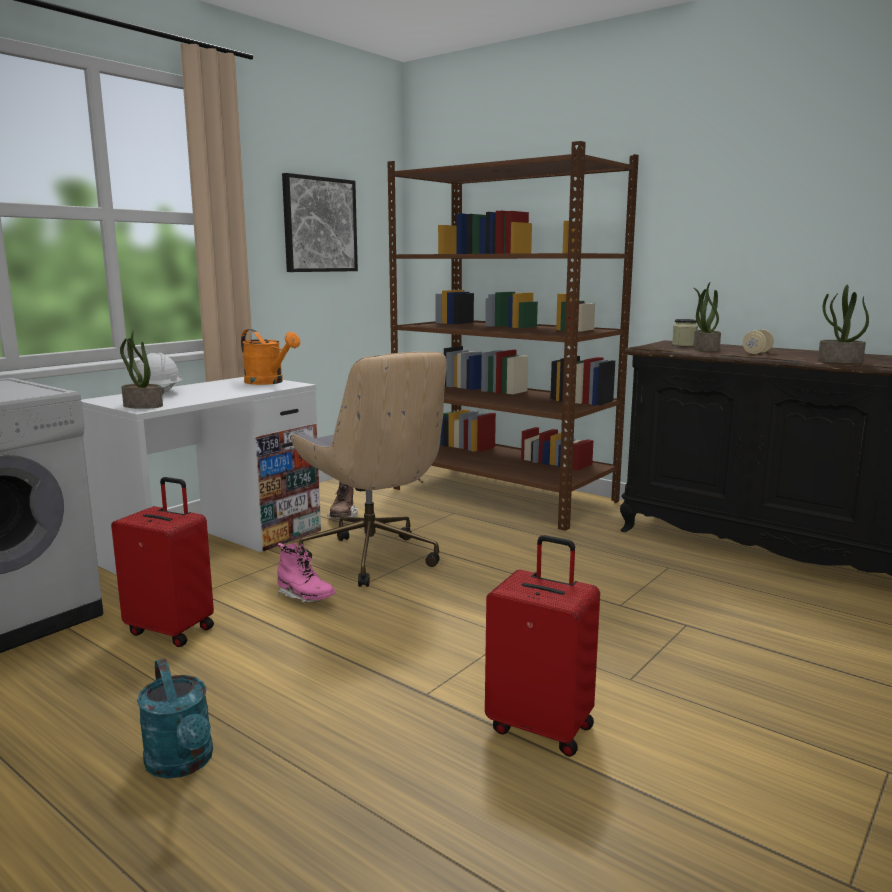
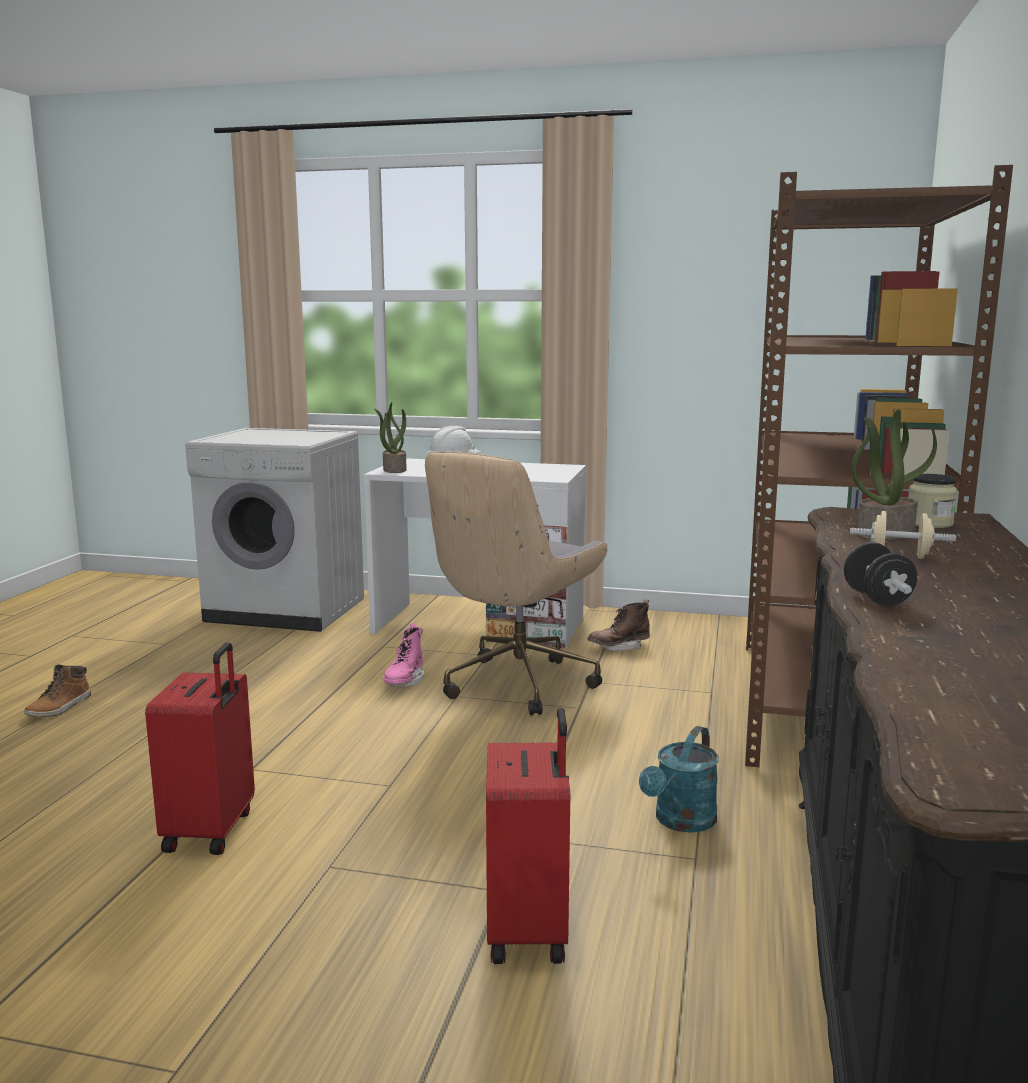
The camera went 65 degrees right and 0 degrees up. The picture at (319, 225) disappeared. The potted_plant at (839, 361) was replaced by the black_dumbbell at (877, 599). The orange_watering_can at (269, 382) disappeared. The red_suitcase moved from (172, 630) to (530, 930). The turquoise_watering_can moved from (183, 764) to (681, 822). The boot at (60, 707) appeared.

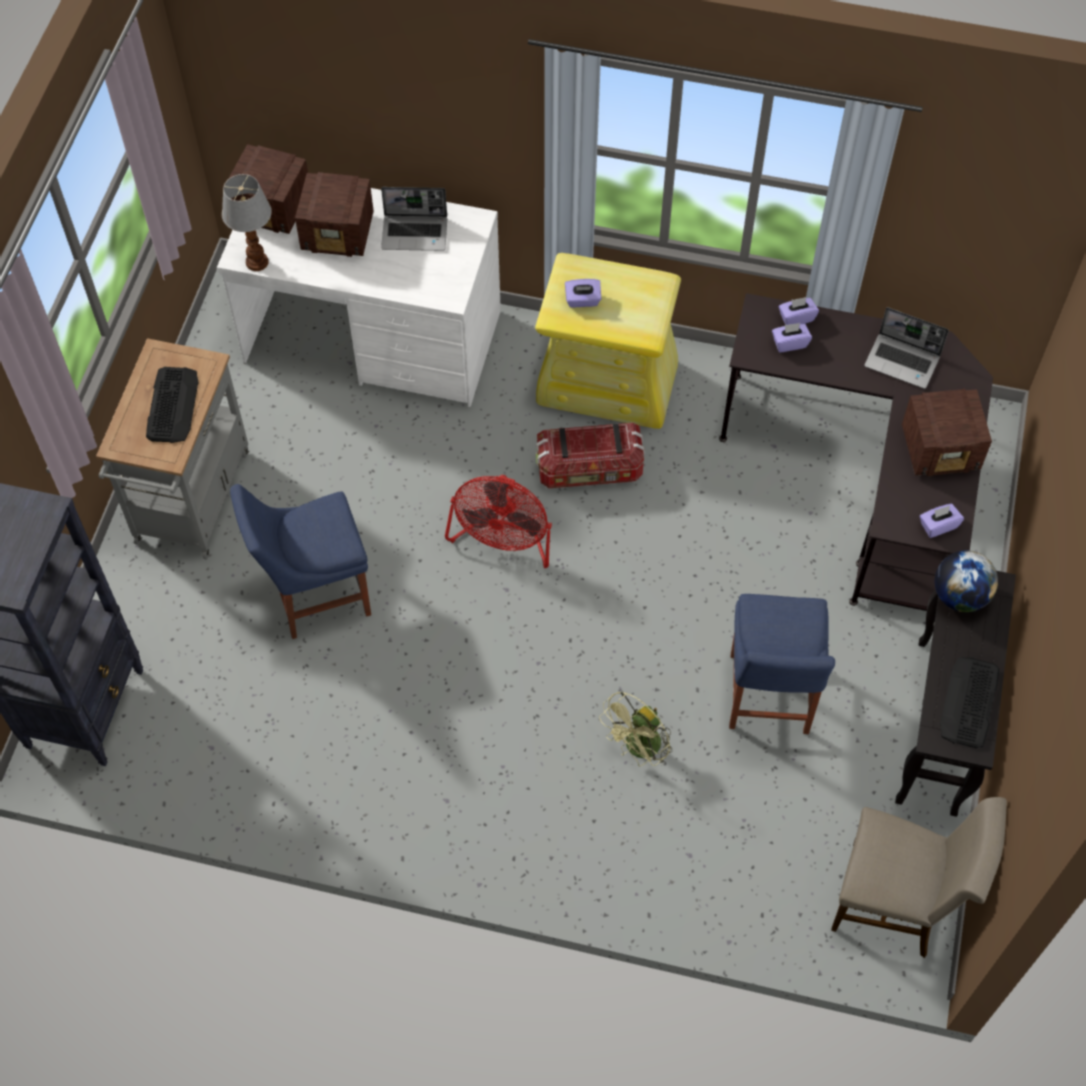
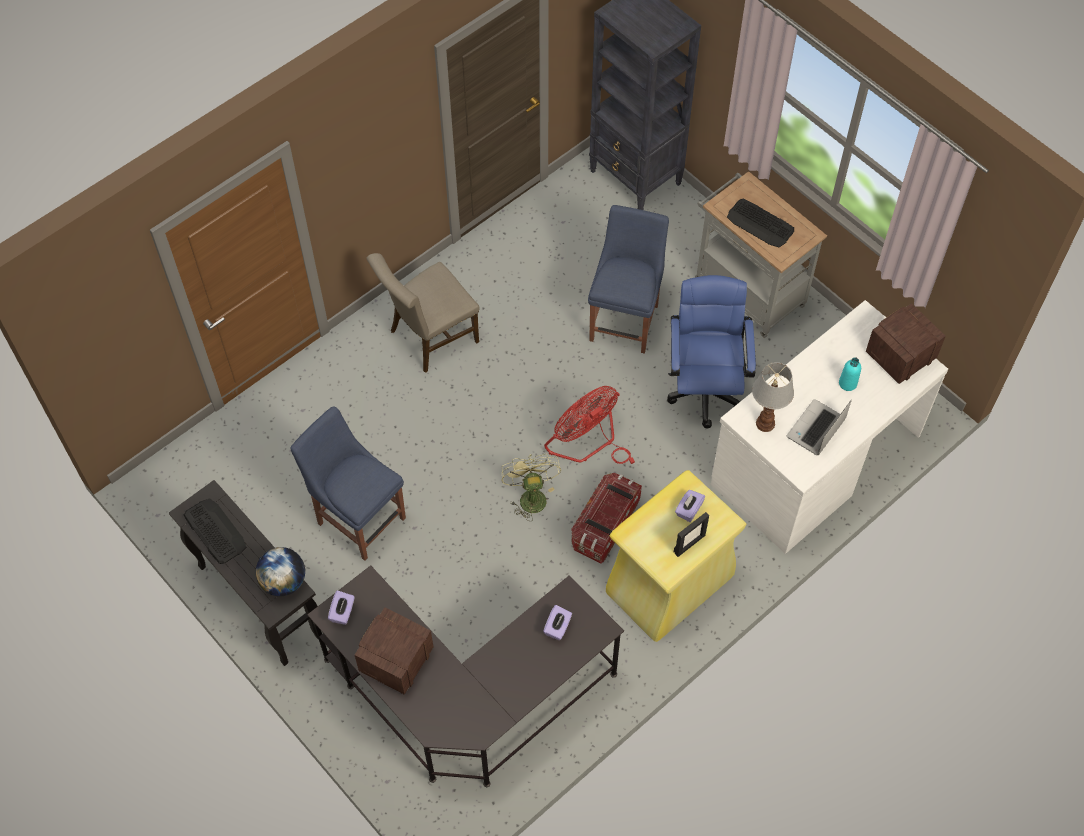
The camera went 125 degrees right and 0 degrees up. The radio at (339, 234) was replaced by the turquoise_bottle at (847, 383). The table_lamp moved from (258, 262) to (765, 424). The purple_tissue_box at (796, 318) disappeared. The laptop at (903, 361) disappeared. The green_fan moved from (638, 749) to (530, 496). The beige_chair moved from (897, 902) to (429, 338). The blue_office_chair at (703, 391) appeared. The picture_frame at (689, 544) appeared.

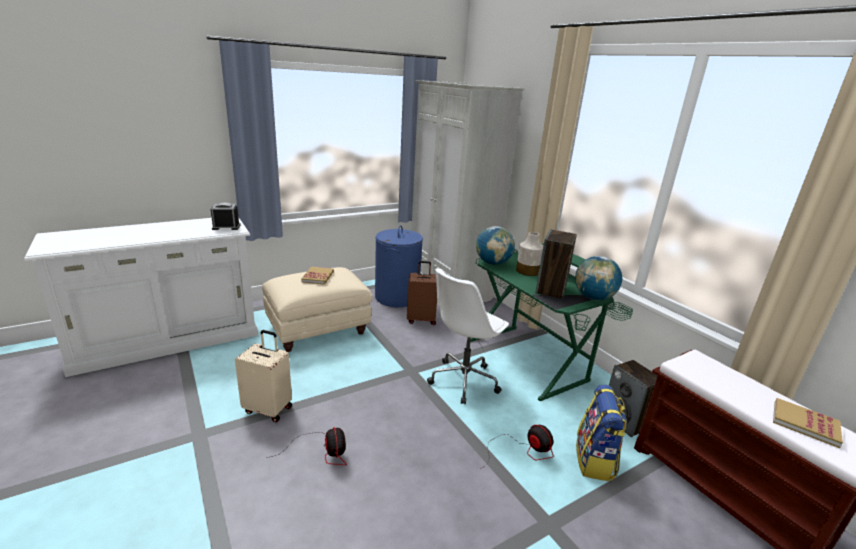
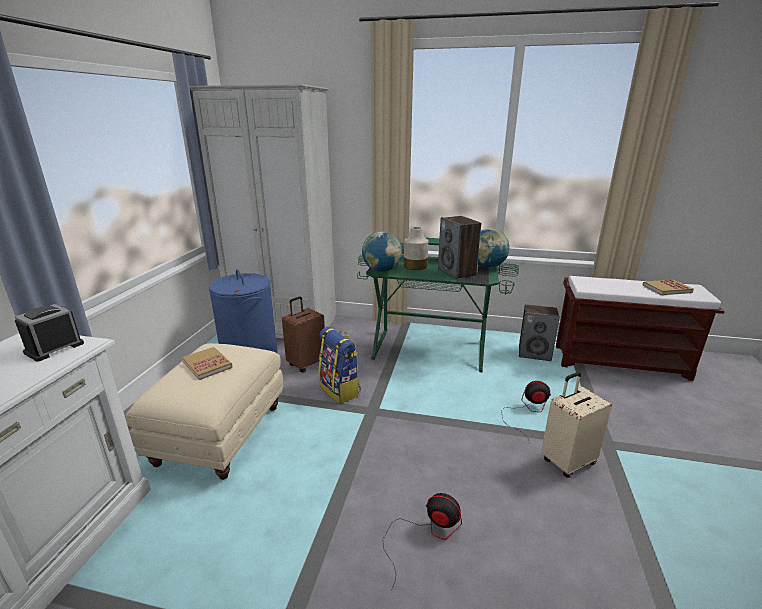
The camera went 45 degrees left and 0 degrees up. The white_office_chair at (462, 382) disappeared. The beige_suitcase moved from (268, 409) to (567, 461). The backpack moved from (595, 460) to (340, 390).

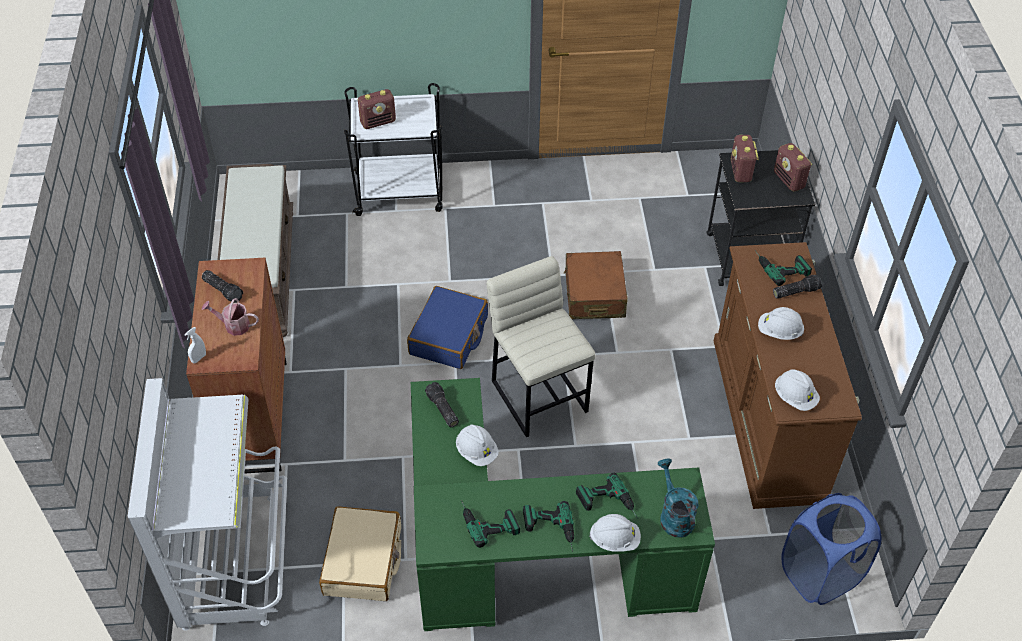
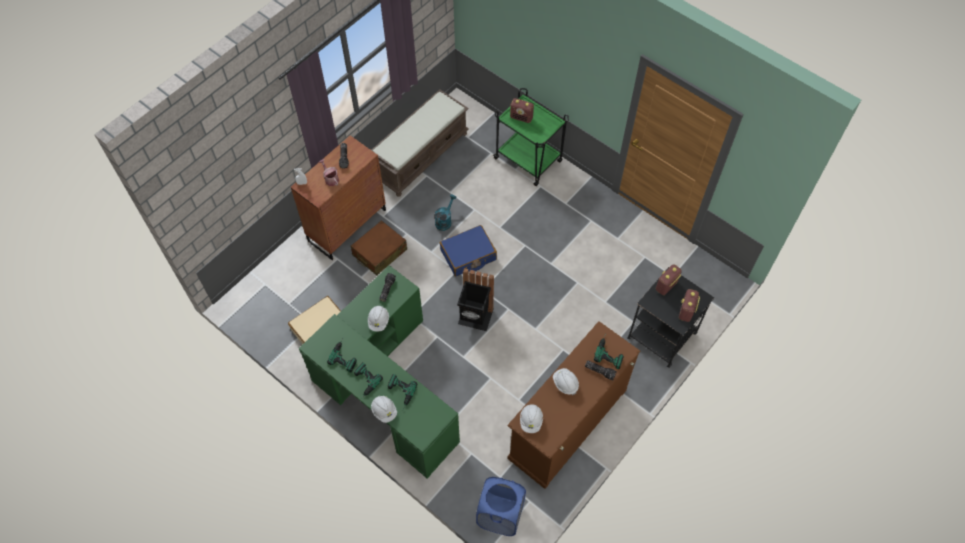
The camera went 45 degrees right and 10 degrees up. The white_cart at (400, 191) became the green_cart at (528, 160). The brown_suitcase moved from (594, 295) to (379, 252). The beige_chair at (538, 394) was replaced by the black_trash_can at (475, 318). The white_shoe_rack at (236, 560) disappeared. The turquoise_watering_can moved from (674, 515) to (444, 220).

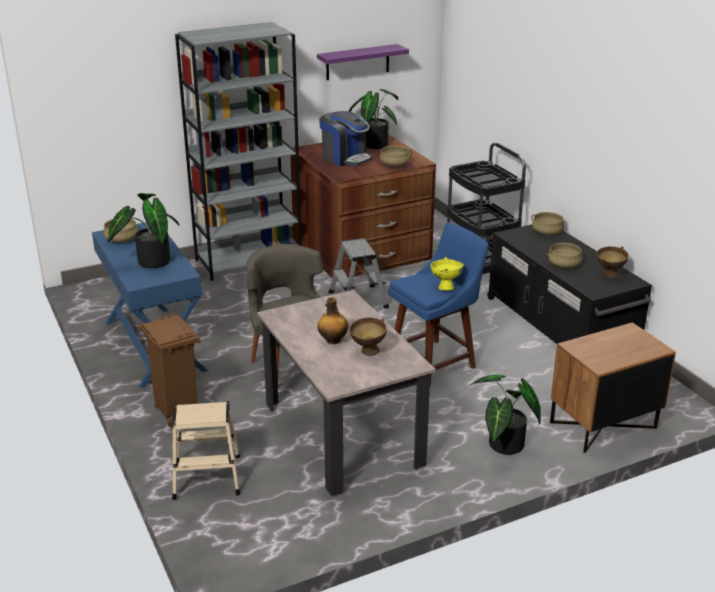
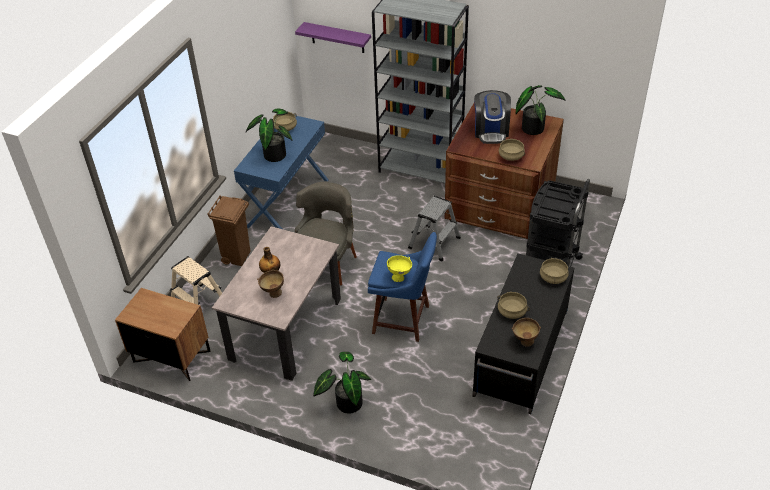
The camera went 50 degrees right and 15 degrees up. The purple_shelf moved from (357, 62) to (337, 38). The brown_nightstand moved from (603, 426) to (171, 357).

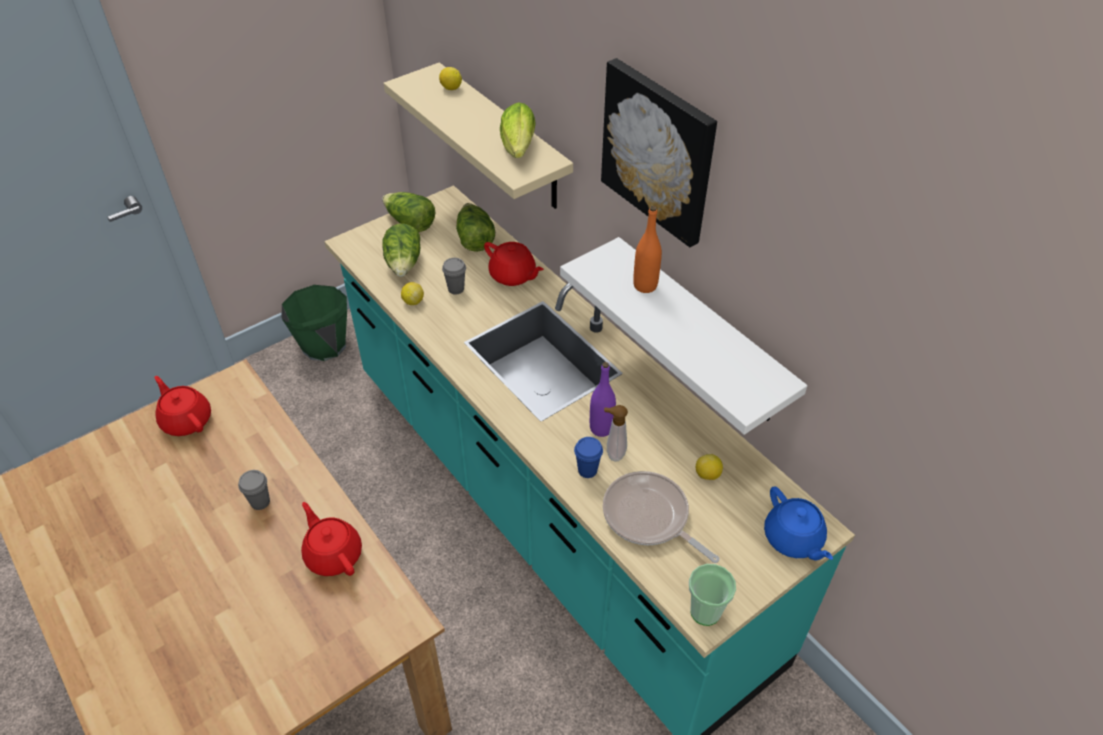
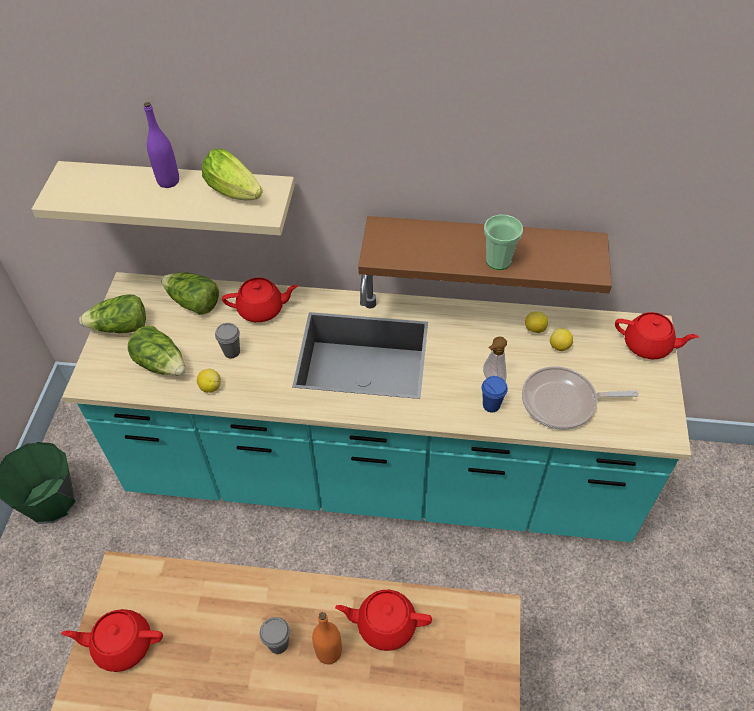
The camera went 45 degrees left and 5 degrees up. The picture at (659, 151) disappeared. The lemon moved from (451, 88) to (534, 329). The orange_bottle moved from (645, 285) to (329, 652). The white_shelf at (701, 332) became the brown_shelf at (482, 249). The purple_bottle moved from (601, 428) to (168, 181). The blue_teapot at (793, 539) became the red_teapot at (648, 345). The cup moved from (705, 611) to (498, 261).

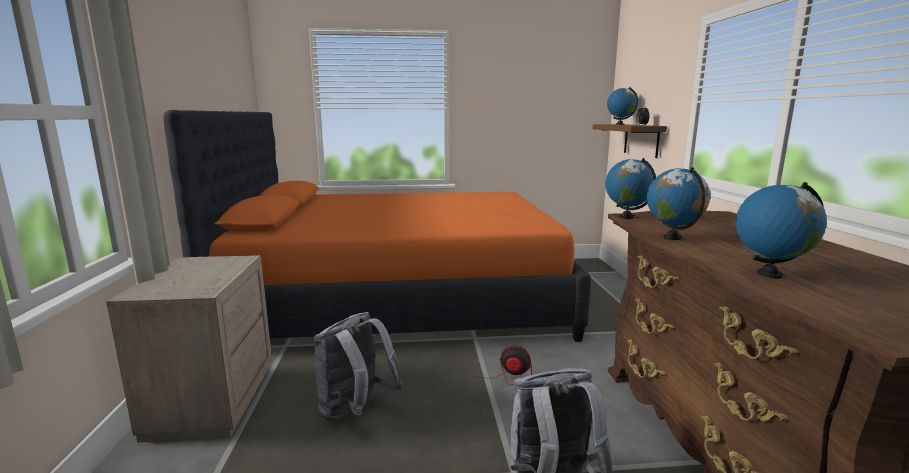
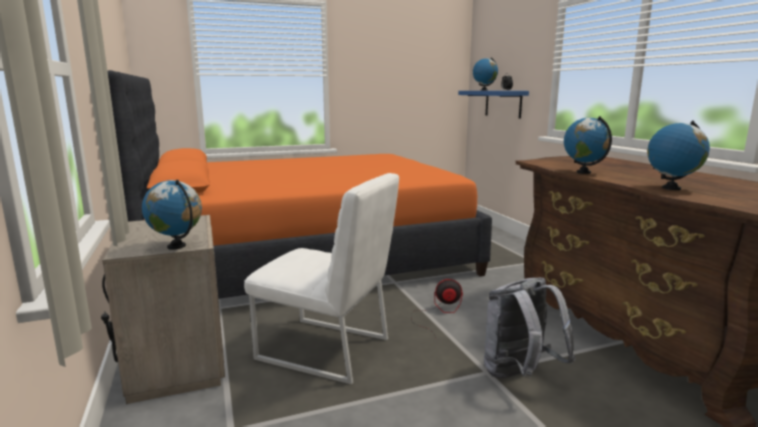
The camera went 15 degrees left and 0 degrees up. The brown_shelf at (641, 140) became the blue_shelf at (503, 103). The globe moved from (627, 217) to (177, 246). The grey_backpack at (355, 412) was replaced by the white_chair at (326, 350).

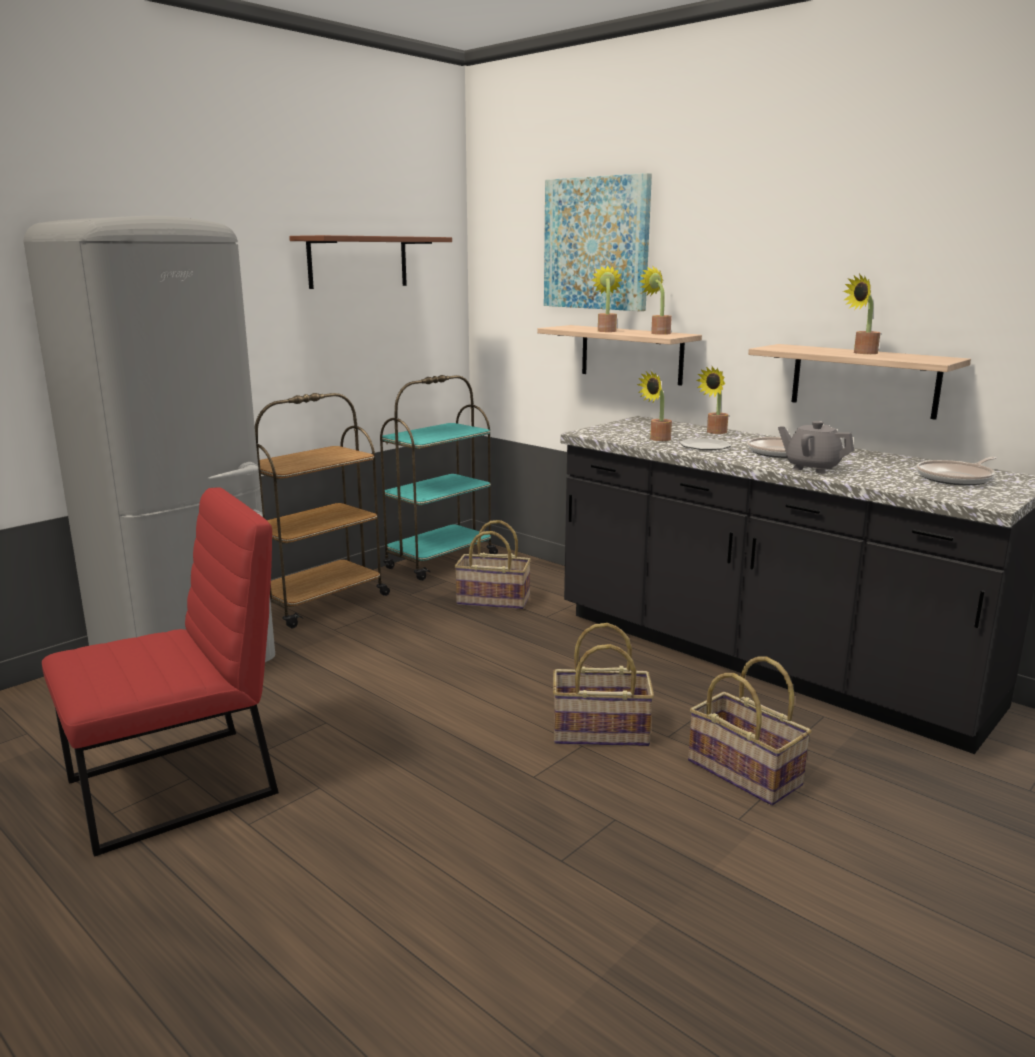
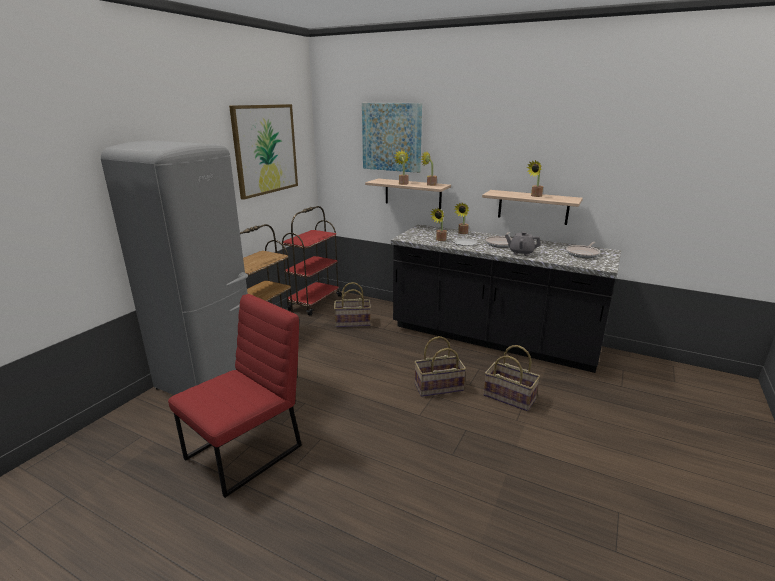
The camera went 15 degrees left and 5 degrees up. The brown_shelf at (358, 262) was replaced by the picture at (265, 149). The turquoise_cart at (440, 562) became the red_cart at (314, 303).

